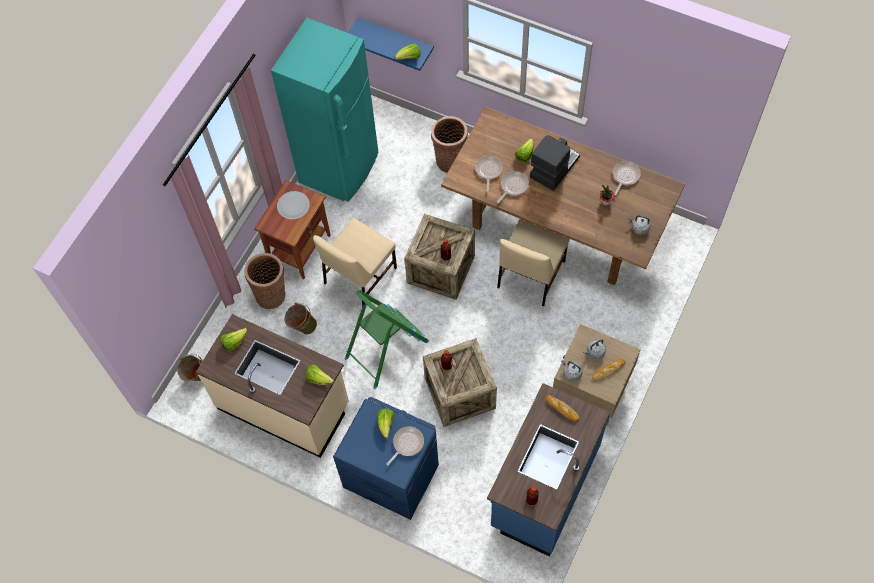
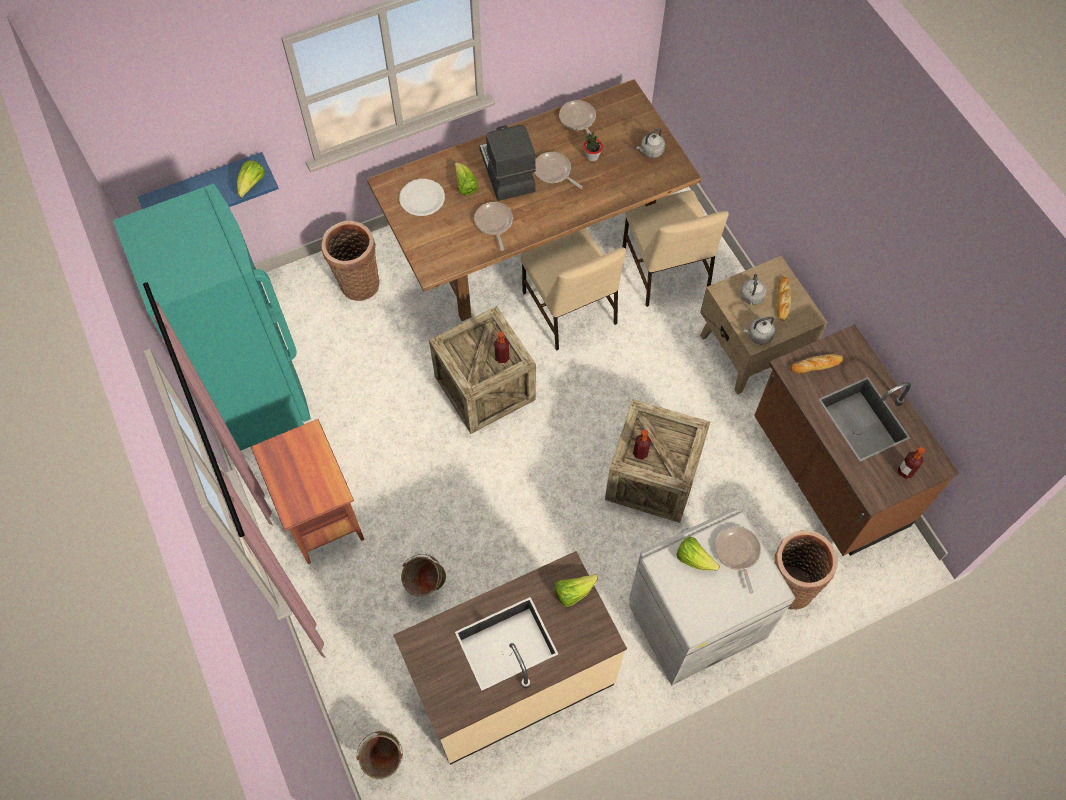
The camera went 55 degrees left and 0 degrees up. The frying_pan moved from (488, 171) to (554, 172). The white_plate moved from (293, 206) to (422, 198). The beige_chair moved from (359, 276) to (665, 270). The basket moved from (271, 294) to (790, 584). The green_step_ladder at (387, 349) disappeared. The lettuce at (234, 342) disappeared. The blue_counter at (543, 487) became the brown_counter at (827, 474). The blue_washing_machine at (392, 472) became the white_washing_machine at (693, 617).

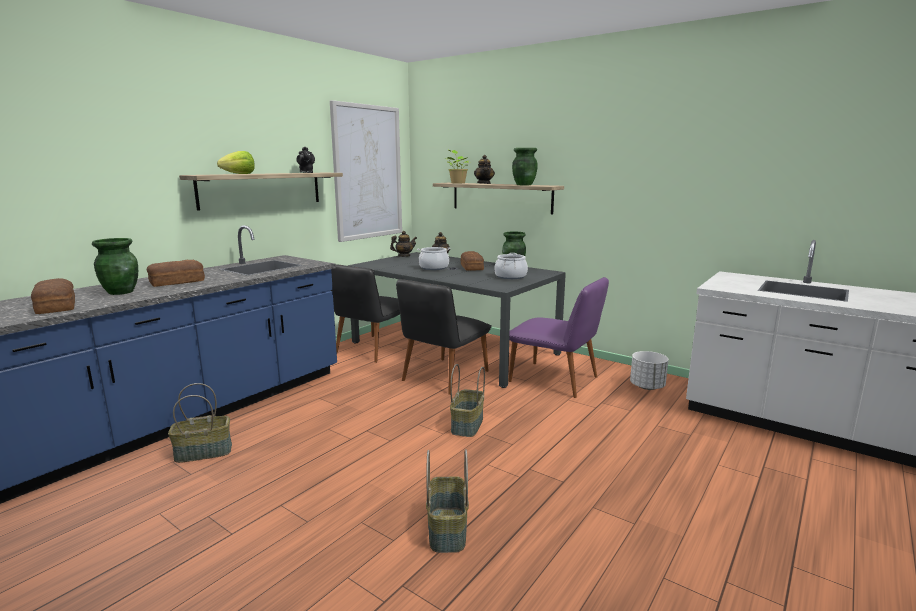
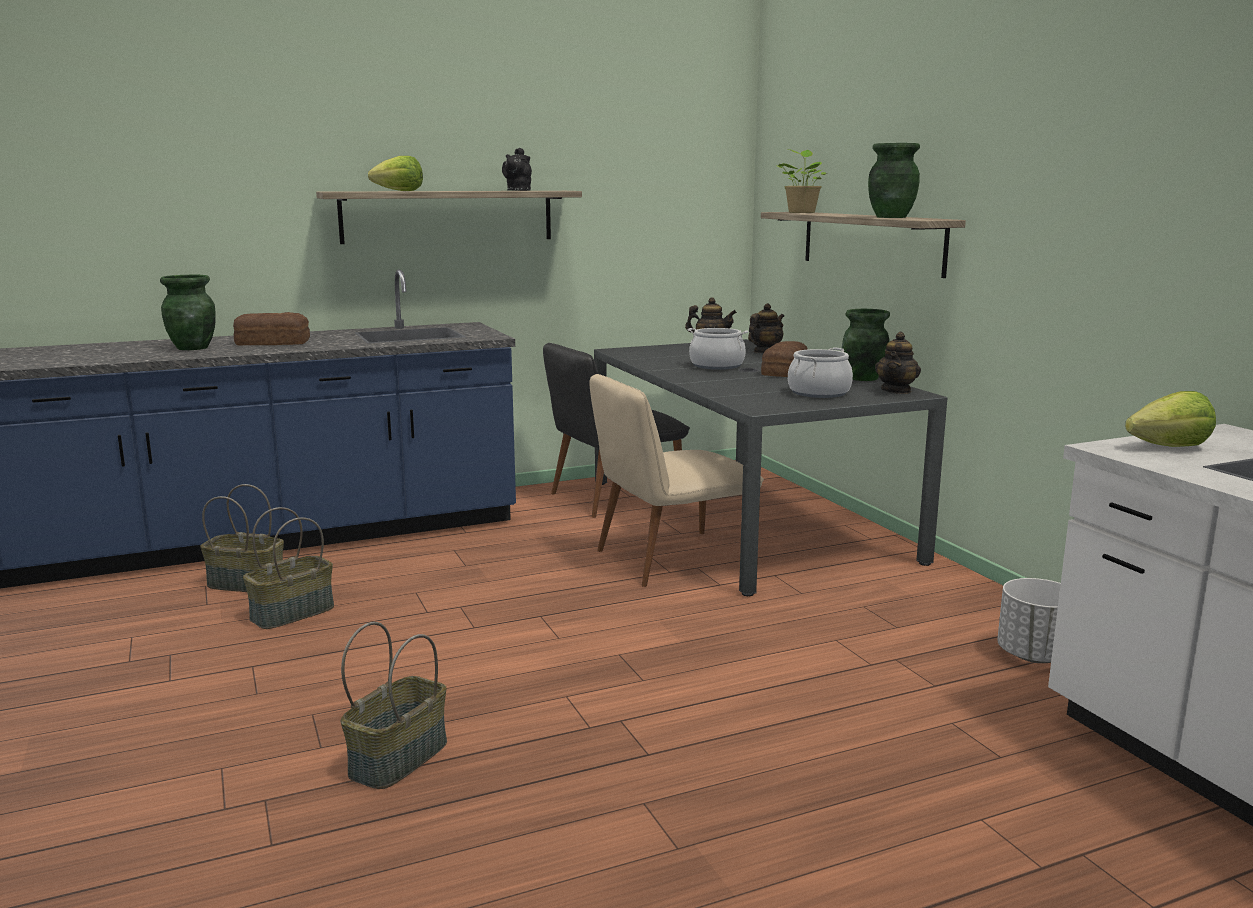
The camera went 30 degrees right and 0 degrees up. The picture at (367, 172) disappeared. The teapot moved from (484, 183) to (896, 391). The purple_chair at (553, 379) disappeared. The bread at (57, 306) disappeared. The black_chair at (445, 375) became the beige_chair at (674, 557). The basket moved from (468, 425) to (292, 614). The lettuce at (1169, 447) appeared.

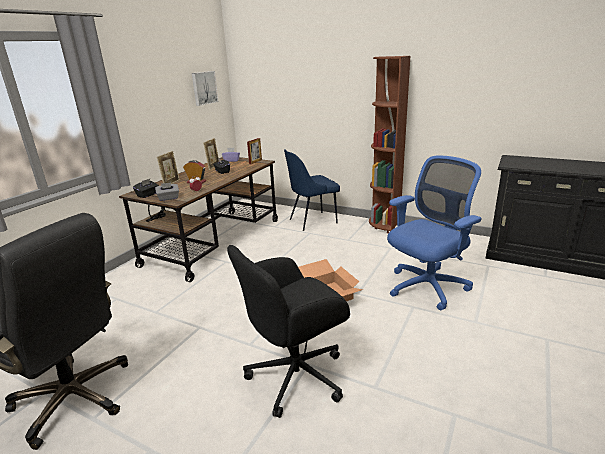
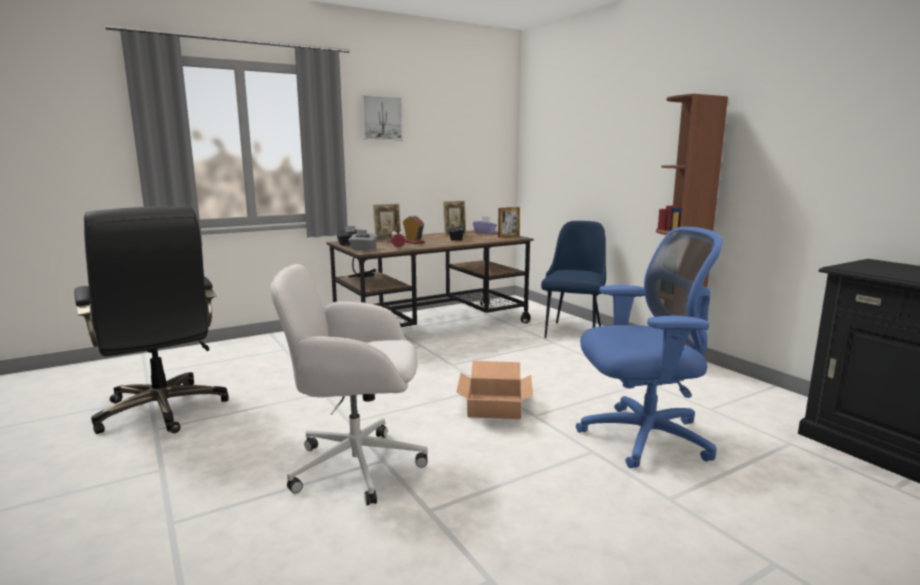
The camera went 30 degrees right and 10 degrees down. The picture moved from (204, 88) to (381, 118). The blue_chair at (313, 221) turned 105 degrees clockwise. The black_office_chair at (296, 377) became the white_office_chair at (357, 466).

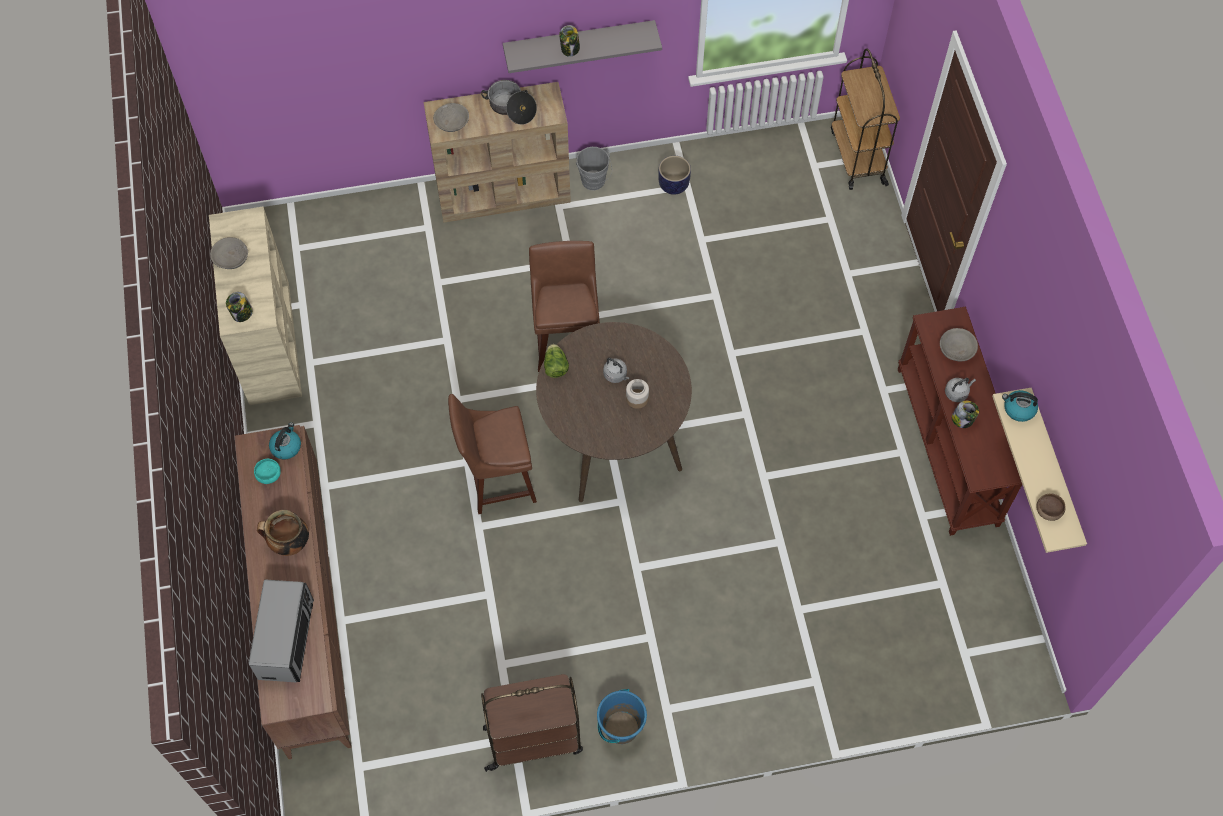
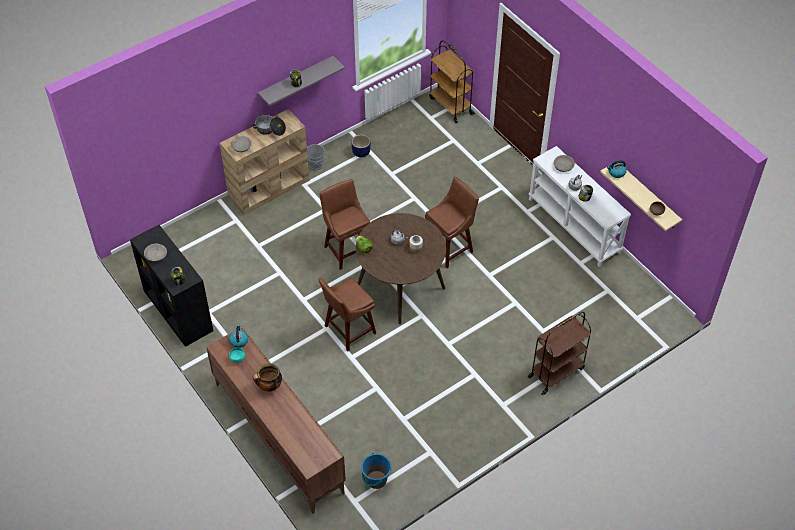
The camera went 25 degrees left and 10 degrees down. The beige_bookcase at (268, 342) became the black_bookcase at (177, 311). The brown_console_table at (948, 446) became the white_console_table at (574, 225). The microwave at (286, 639) disappeared. The brown_cart moved from (534, 740) to (557, 372). The blue_bucket moved from (621, 727) to (376, 480). The brown_chair at (450, 247) appeared.

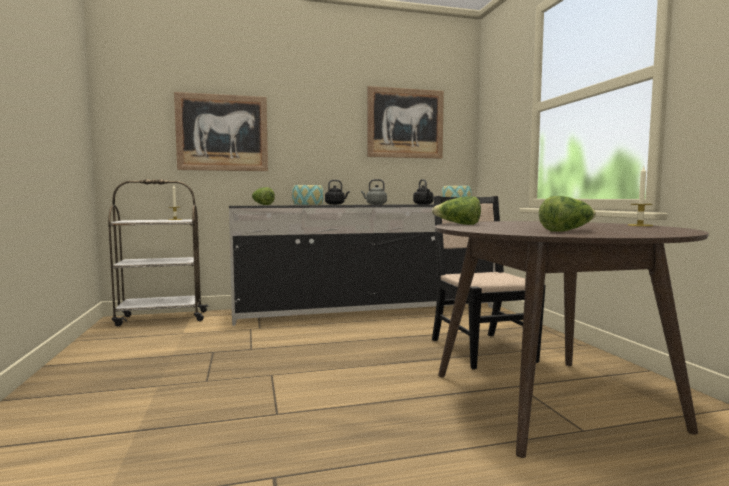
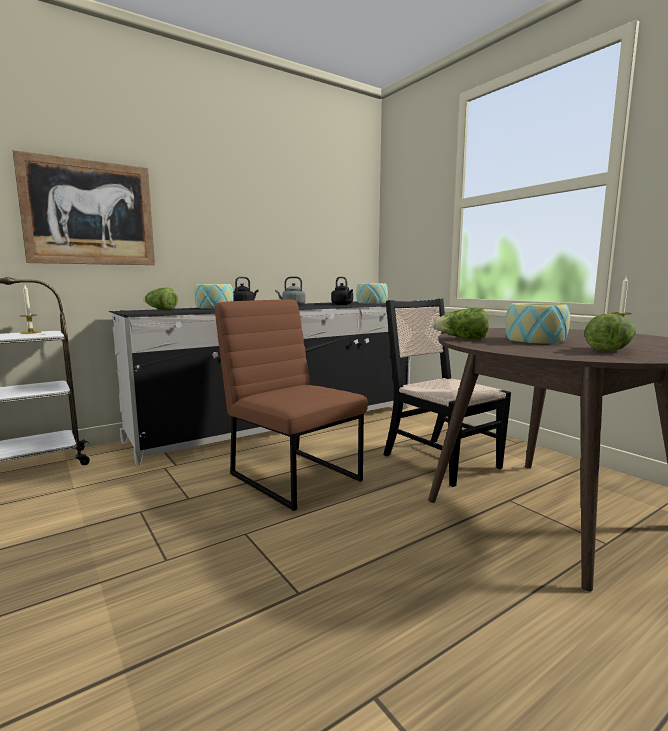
The camera went 20 degrees left and 5 degrees up. The picture at (405, 123) disappeared. The brown_chair at (293, 475) appeared. The bowl at (534, 340) appeared.

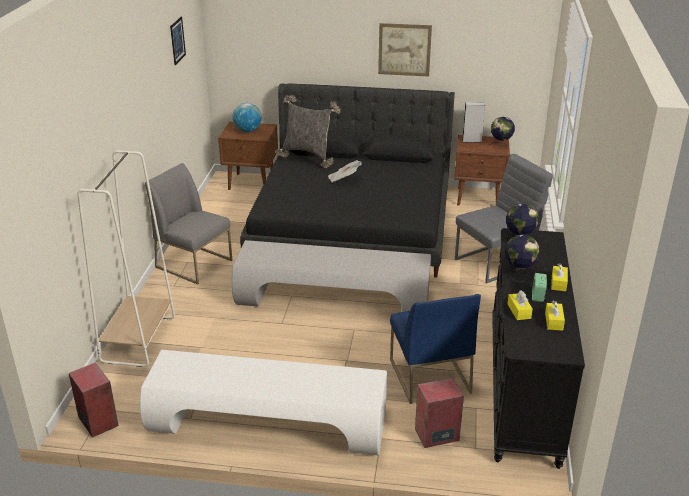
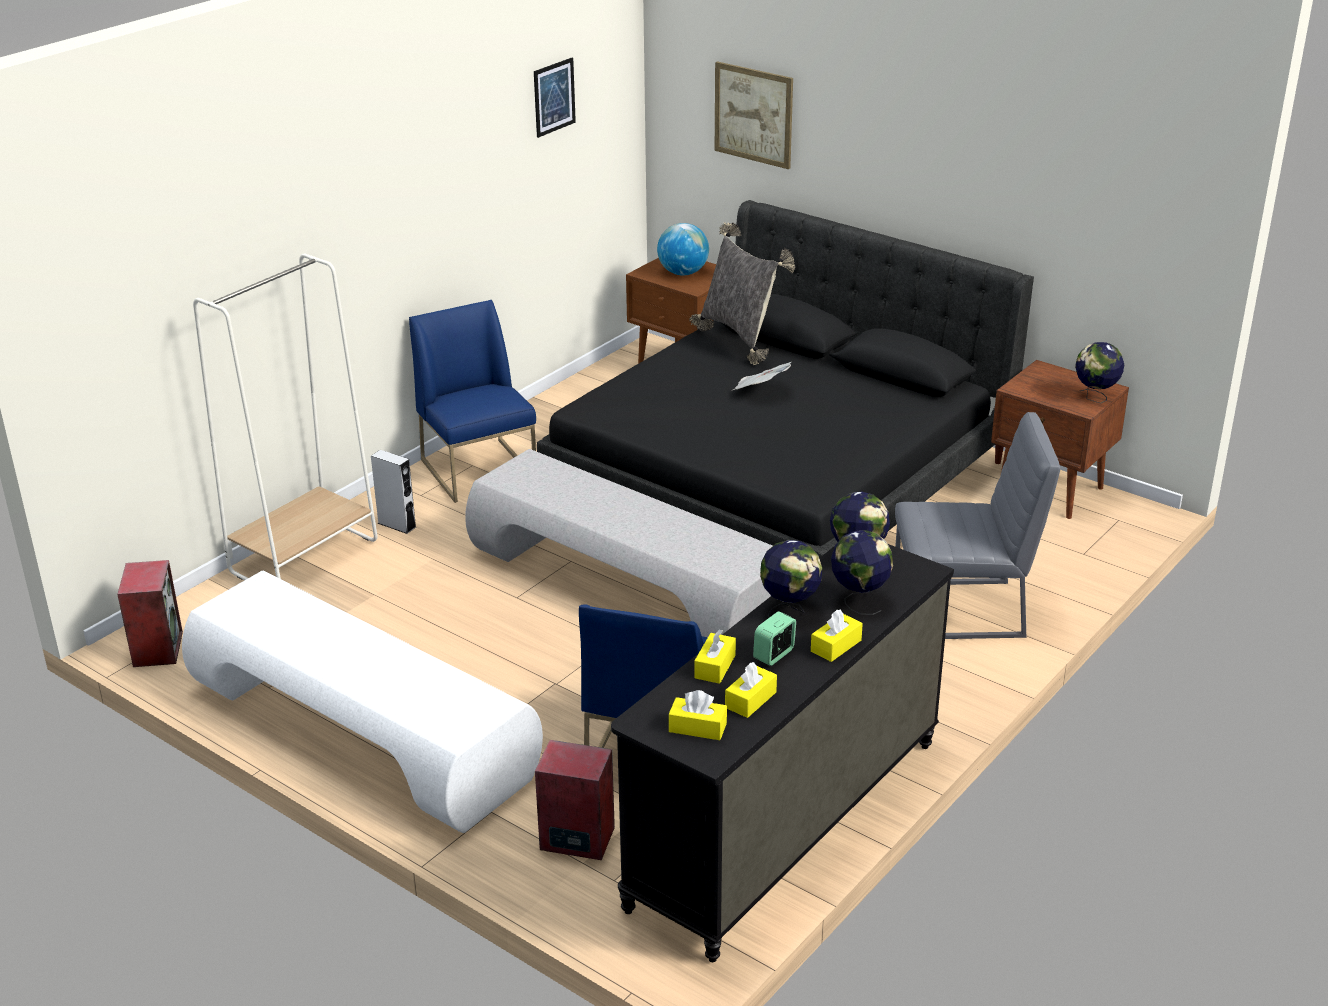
The camera went 30 degrees right and 0 degrees up. The picture moved from (404, 49) to (753, 114). The grey_speaker moved from (472, 140) to (397, 525). The grey_chair at (195, 263) became the blue_chair at (480, 470). The globe at (859, 600) appeared. The yellow_tissue_box at (697, 727) appeared.

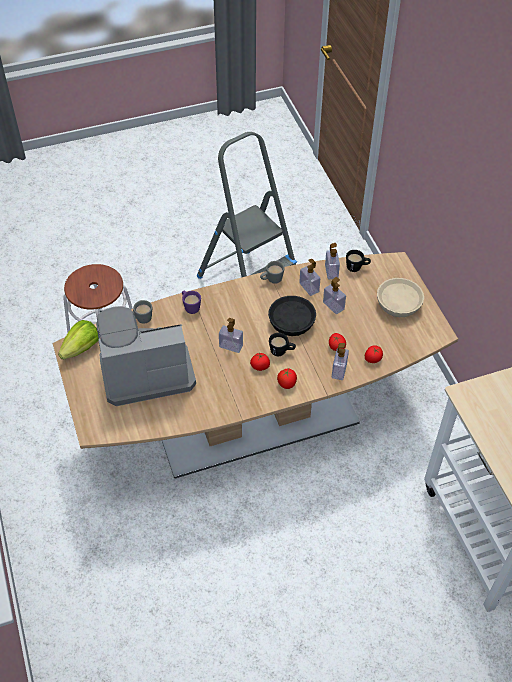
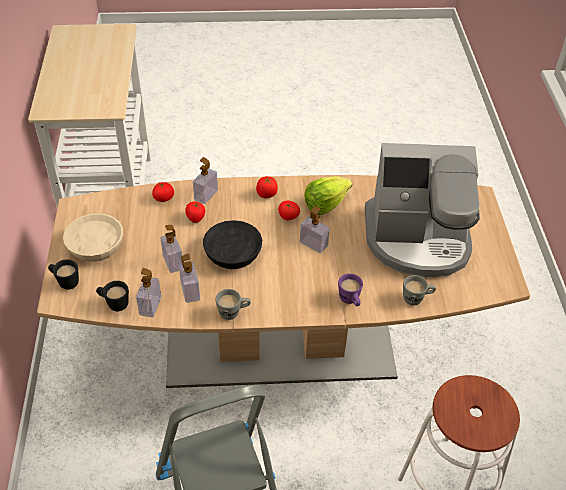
The camera went 165 degrees left and 5 degrees down. The lettuce moved from (81, 348) to (325, 204). The black_mug moved from (281, 352) to (65, 282).

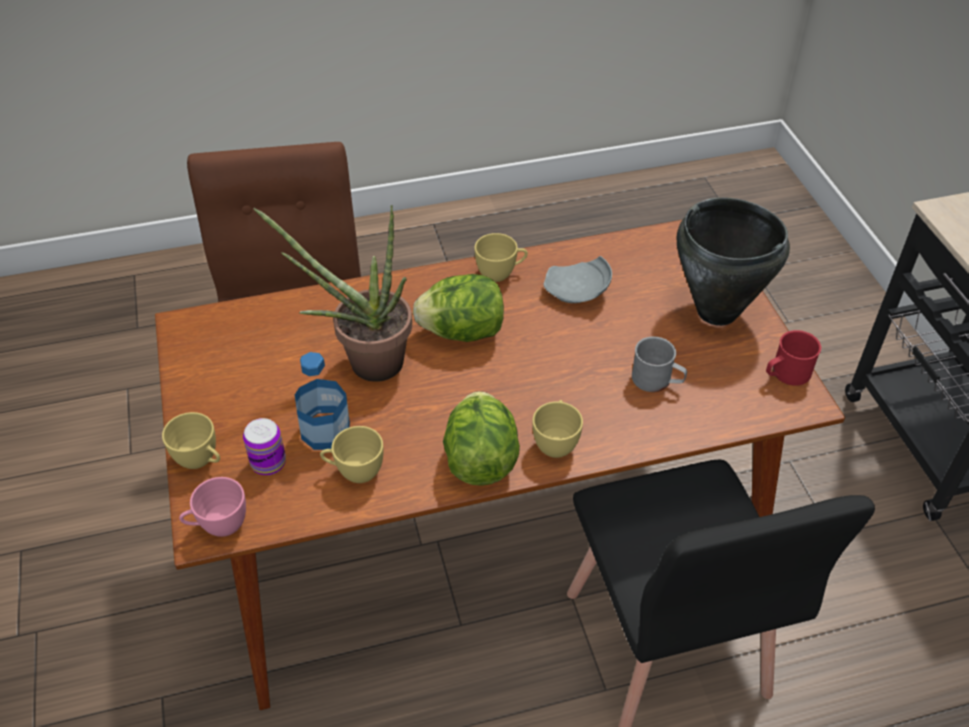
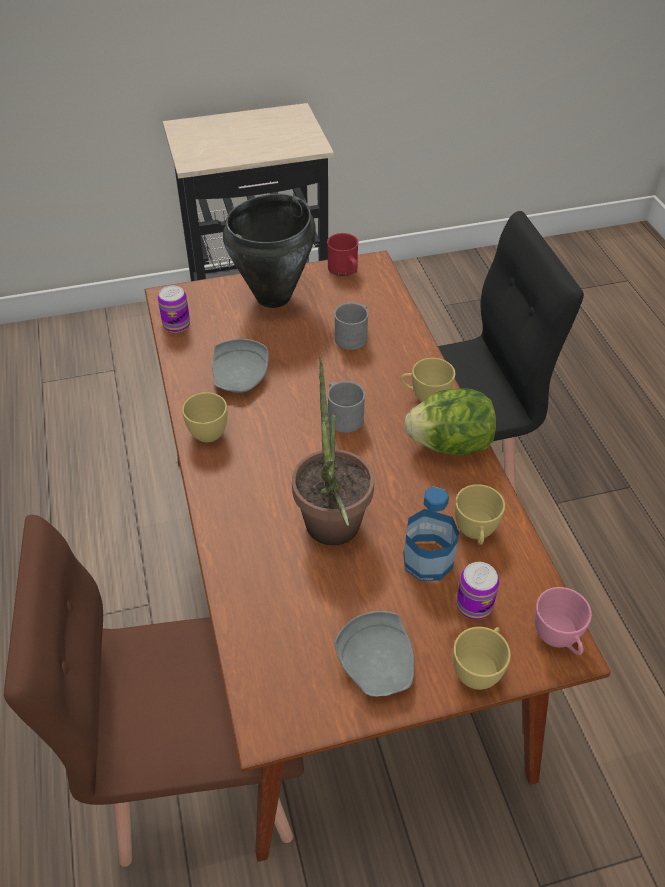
The camera went 90 degrees left and 0 degrees up. The lettuce at (462, 332) disappeared. The can at (176, 324) appeared. The grey_mug at (342, 416) appeared. The grey_plate at (378, 663) appeared.

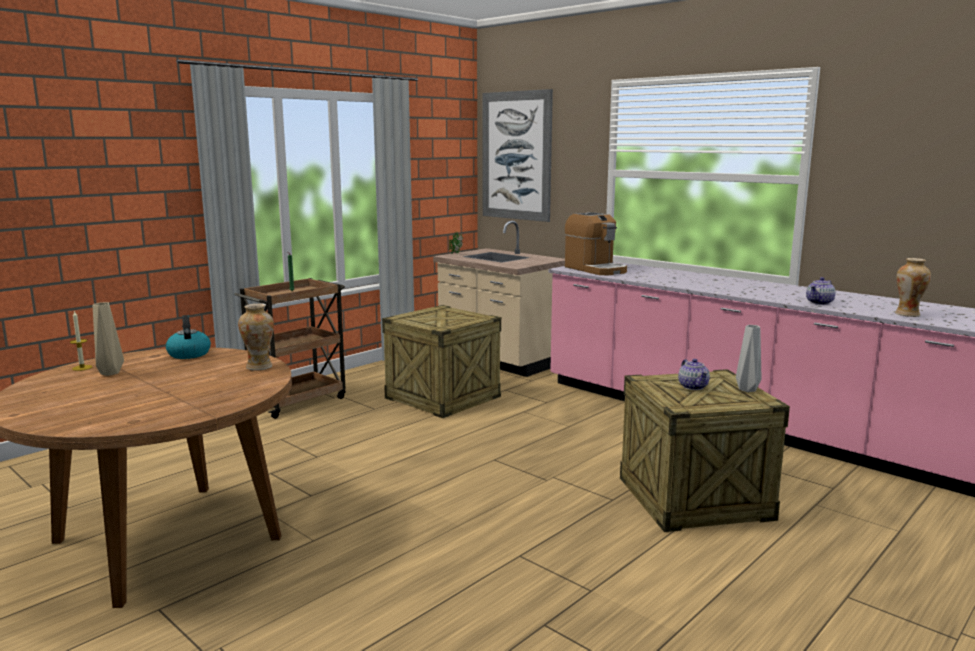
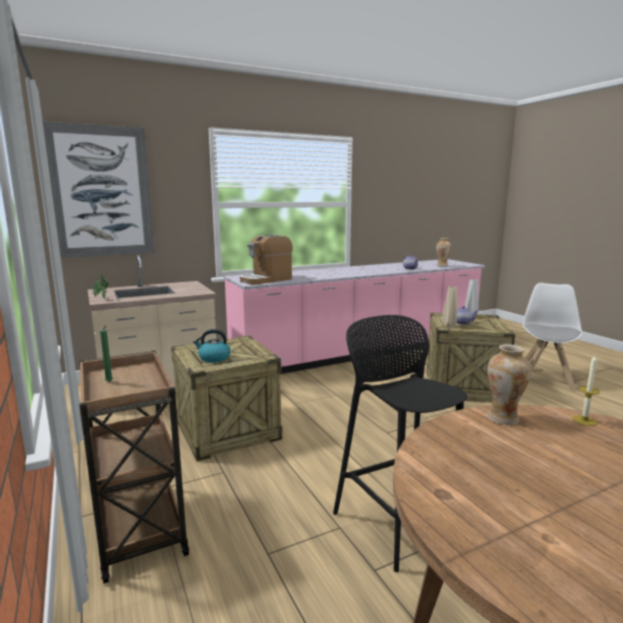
The camera went 70 degrees left and 0 degrees up. The coffee_machine at (595, 269) turned 150 degrees clockwise. The beige_vase moved from (111, 373) to (449, 326). The candle moved from (82, 368) to (584, 420). The kettle moved from (189, 354) to (214, 358). The chair at (545, 378) appeared. The black_stool at (398, 523) appeared.

